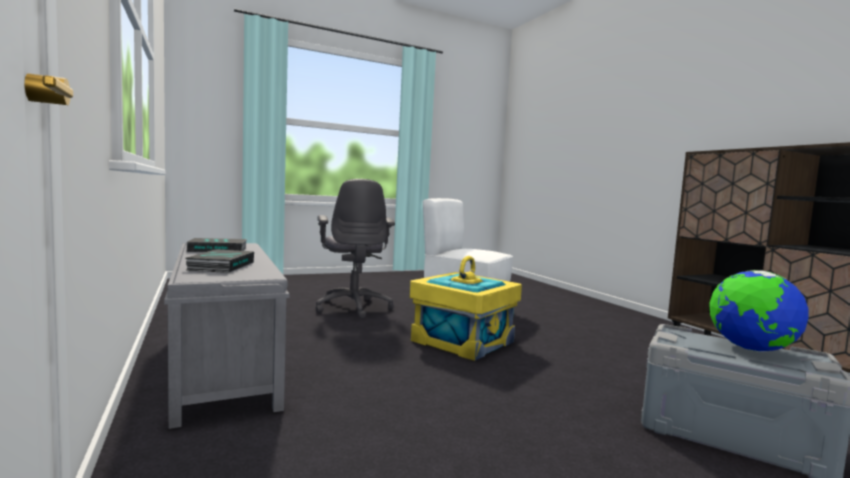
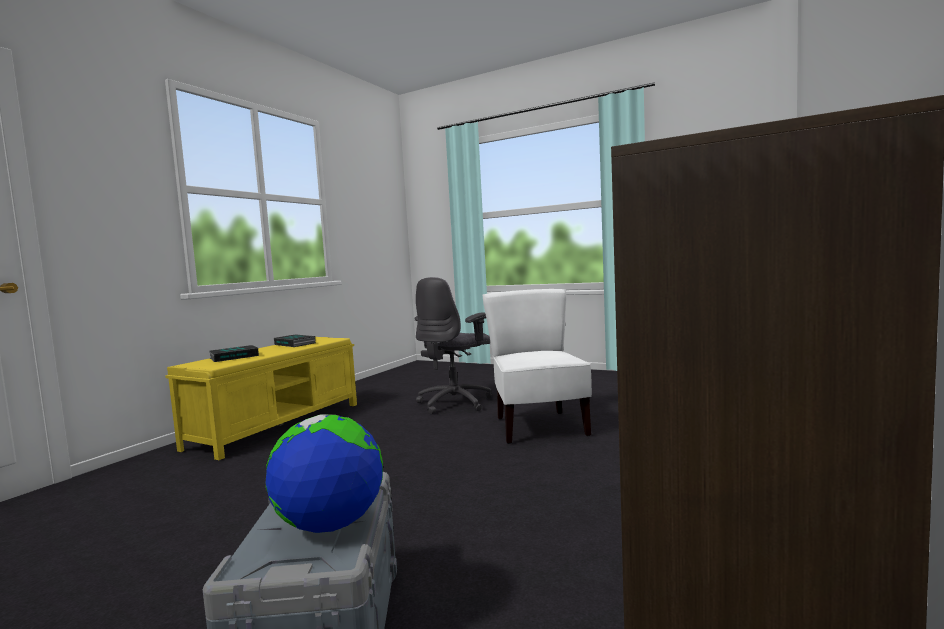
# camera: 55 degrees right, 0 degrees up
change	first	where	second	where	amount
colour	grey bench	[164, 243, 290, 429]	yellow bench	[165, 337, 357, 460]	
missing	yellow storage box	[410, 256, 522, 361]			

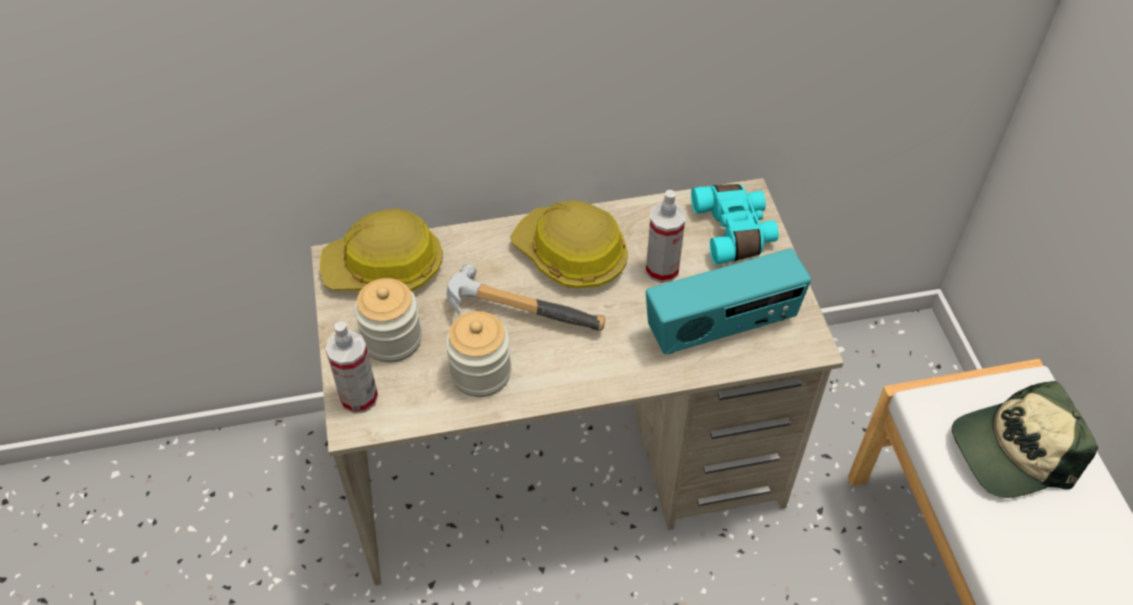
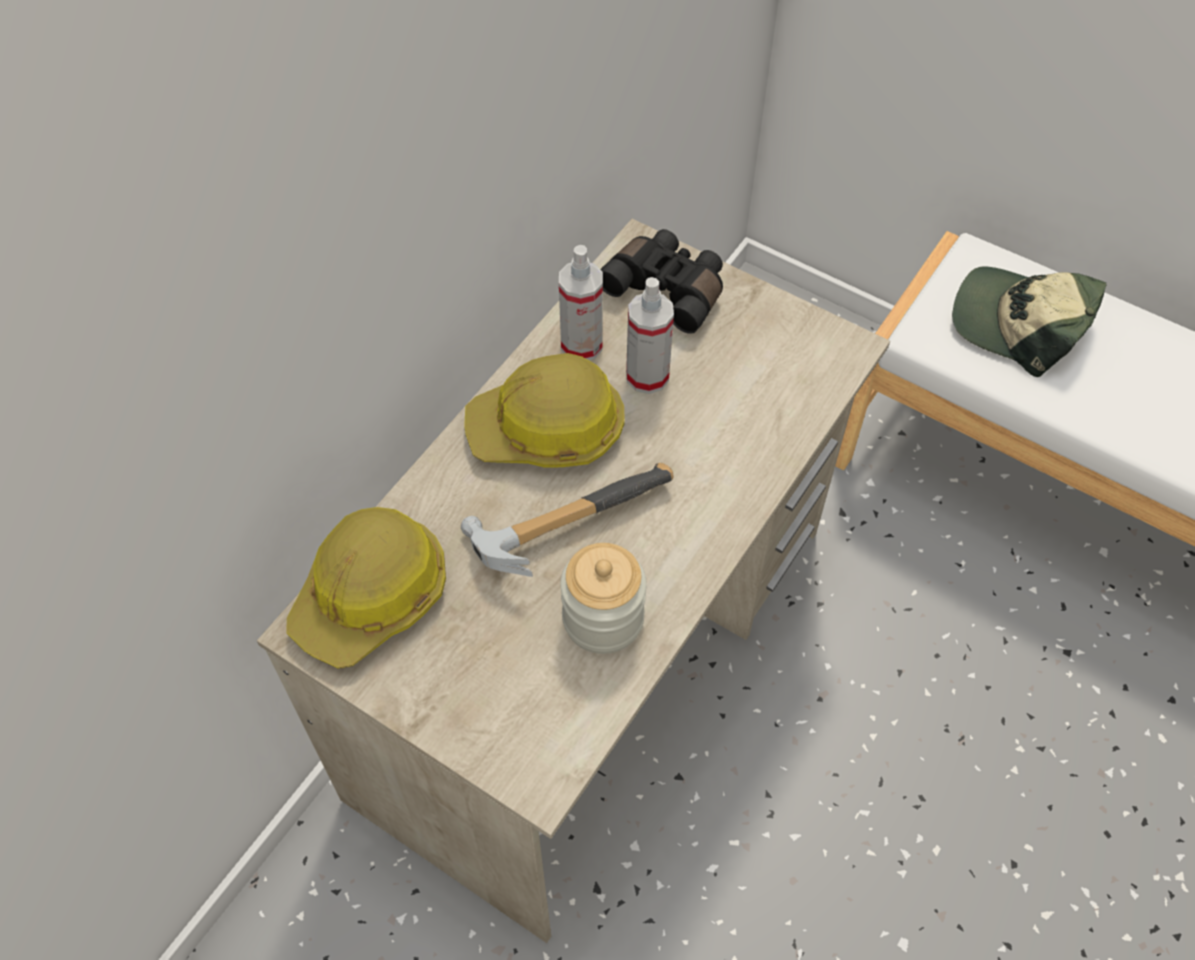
# camera: 45 degrees left, 5 degrees up
change	first	where	second	where	amount
relocated	spray bottle	[326, 322, 378, 414]		[559, 245, 603, 360]	
missing	jar	[354, 278, 422, 363]			
missing	radio	[646, 249, 811, 354]			
colour	turquoise binoculars	[691, 184, 779, 264]	black binoculars	[600, 229, 723, 334]	
spun	cap	[952, 381, 1098, 498]		[952, 266, 1106, 377]	90 degrees clockwise

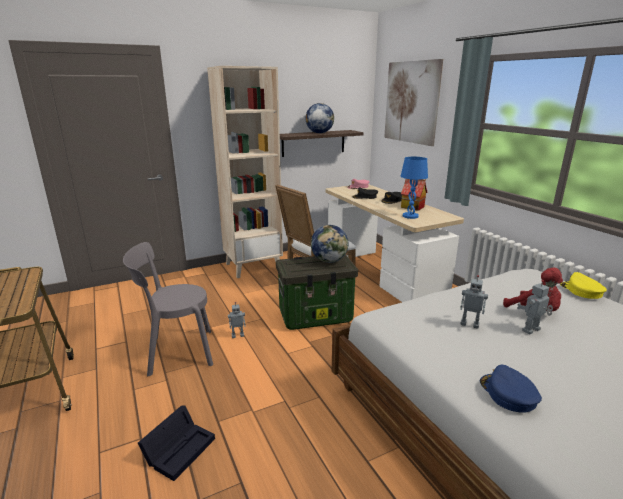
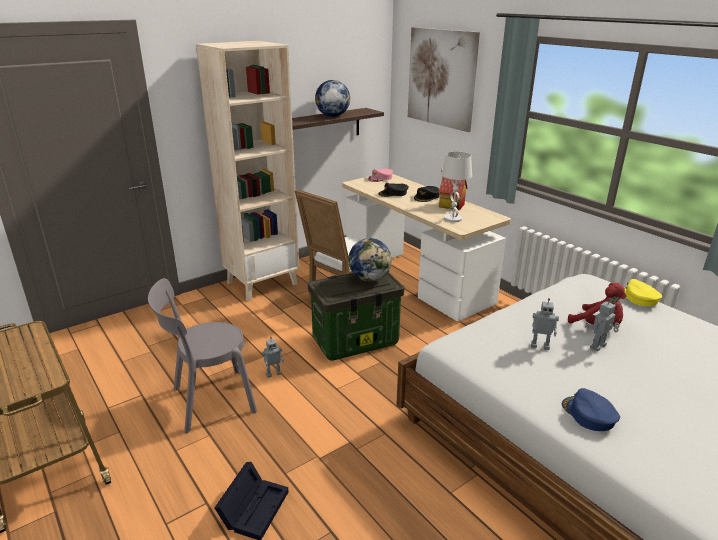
# camera: 10 degrees left, 5 degrees up
change	first	where	second	where	amount
colour	blue table lamp	[401, 157, 428, 219]	white table lamp	[441, 152, 472, 223]	

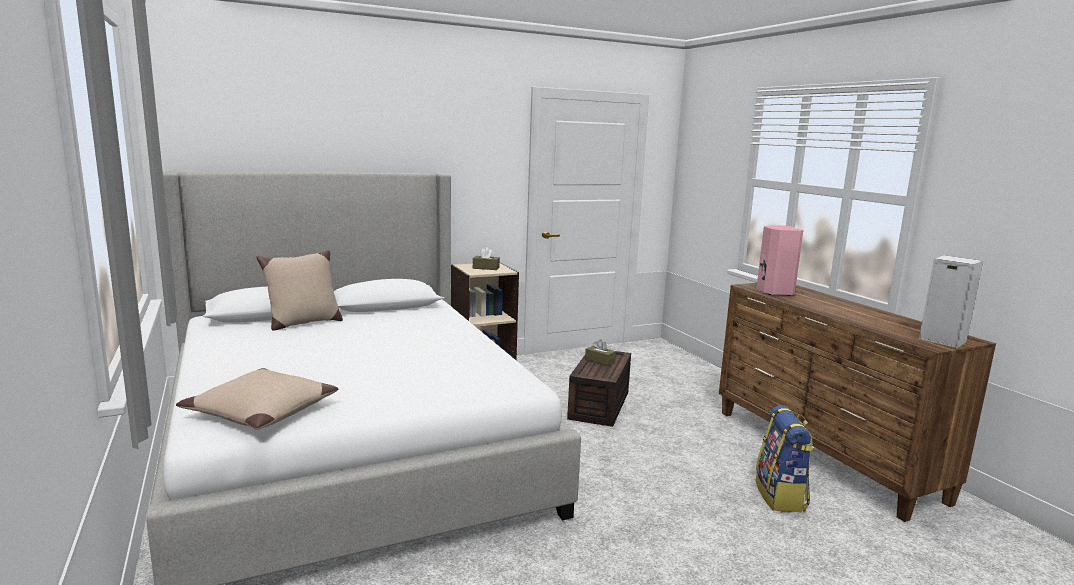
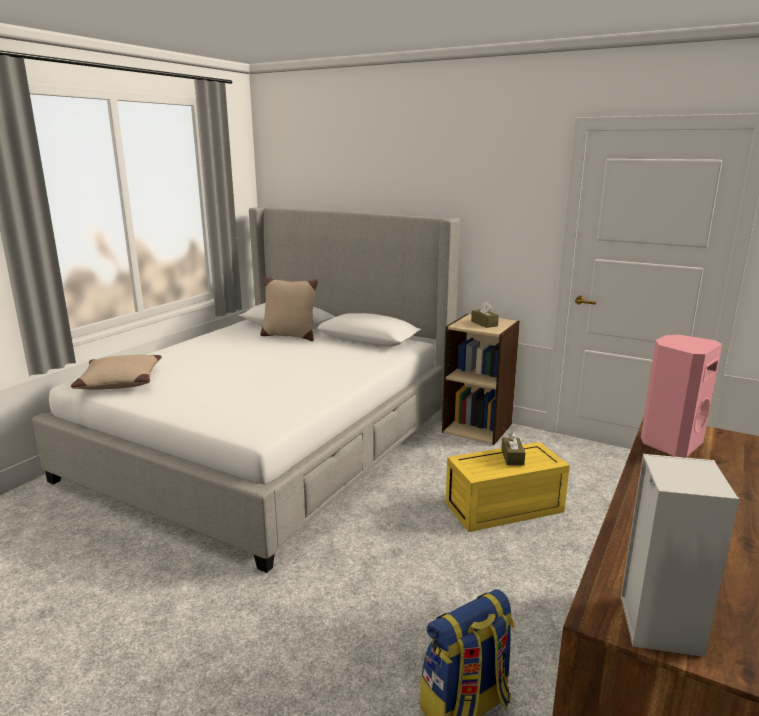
# camera: 55 degrees right, 5 degrees up
change	first	where	second	where	amount
colour	brown storage box	[567, 351, 631, 427]	yellow storage box	[445, 442, 570, 532]	

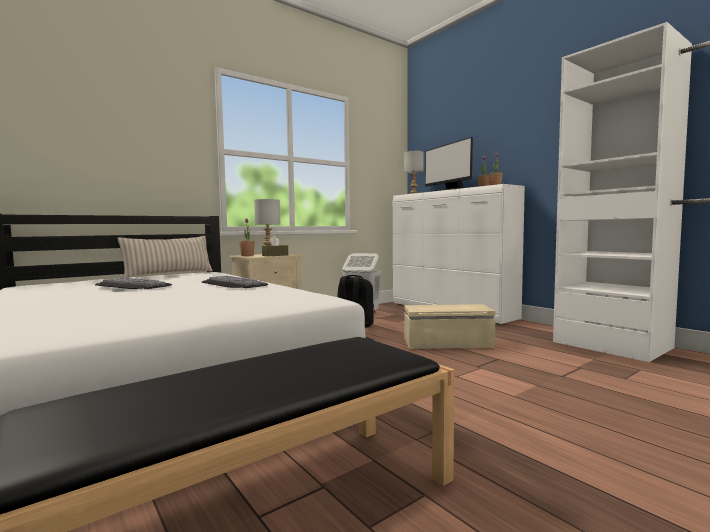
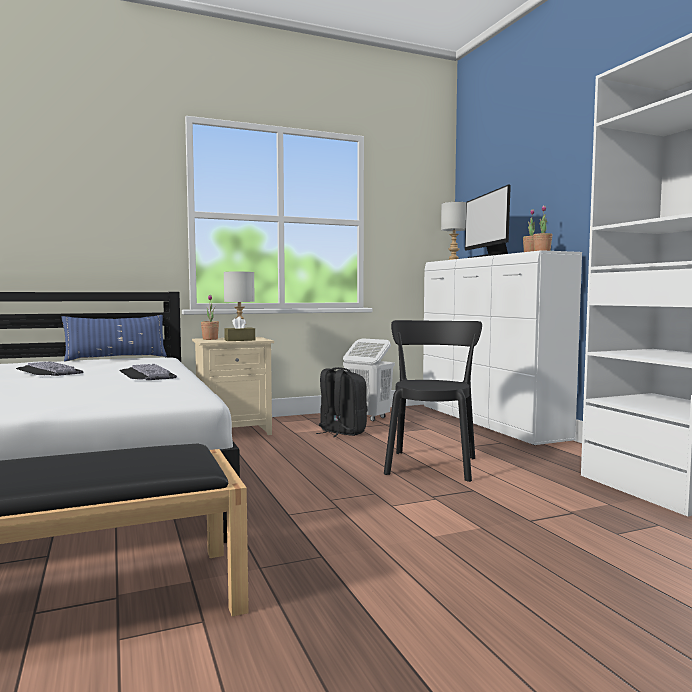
# camera: 15 degrees right, 0 degrees up
change	first	where	second	where	amount
colour	beige pillow	[117, 236, 213, 278]	blue pillow	[62, 315, 167, 362]	
exchanged	beige storage box	[404, 304, 496, 349]	black chair	[384, 320, 482, 482]	

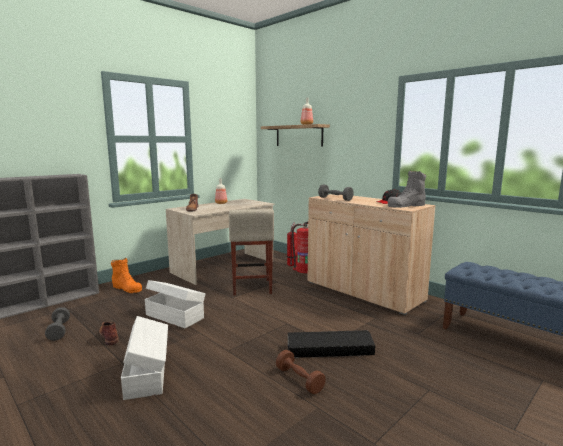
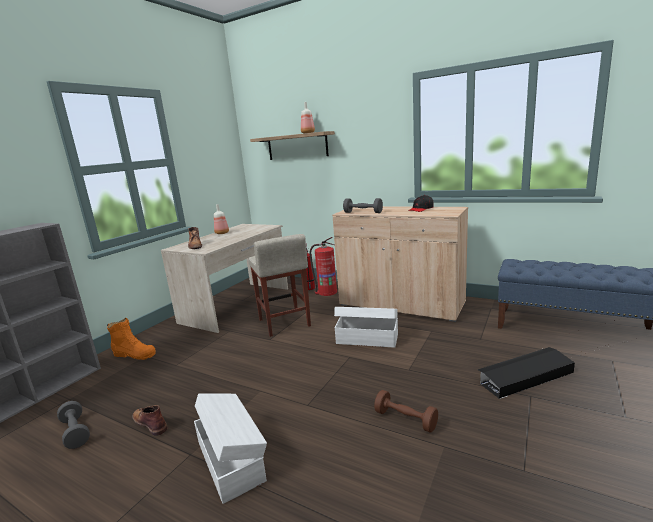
# camera: 15 degrees left, 5 degrees up
change	first	where	second	where	amount
relocated	white storage box	[145, 280, 206, 328]		[334, 307, 398, 348]	
relocated	black storage box	[288, 330, 375, 358]		[478, 347, 575, 399]	
missing	grey boot	[387, 171, 426, 208]			

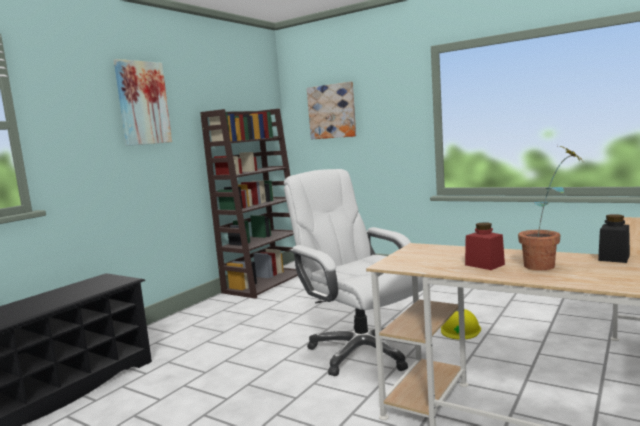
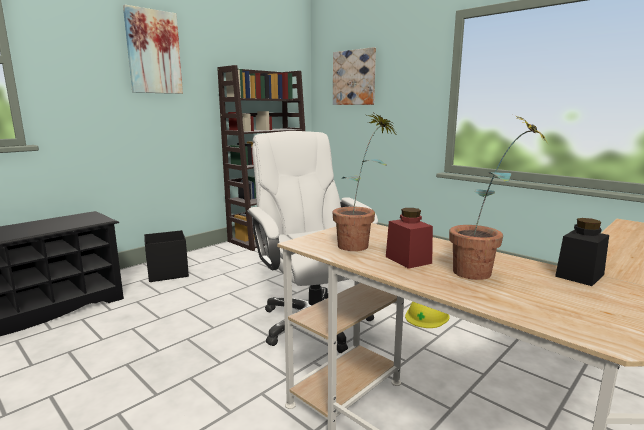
# camera: 10 degrees right, 5 degrees up
change	first	where	second	where	amount
appeared			black storage box	[144, 230, 189, 282]	
appeared			potted plant	[332, 111, 396, 251]	

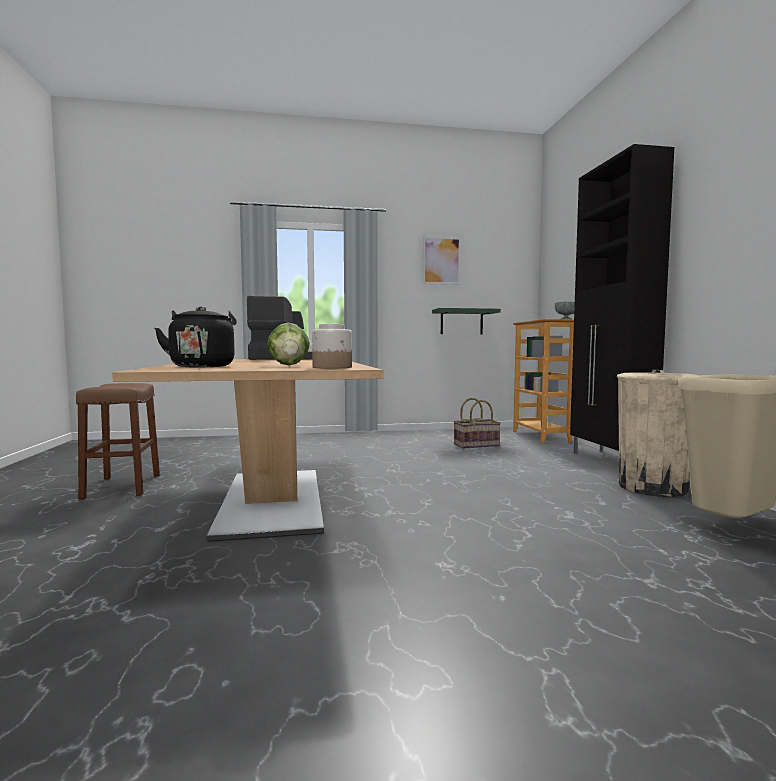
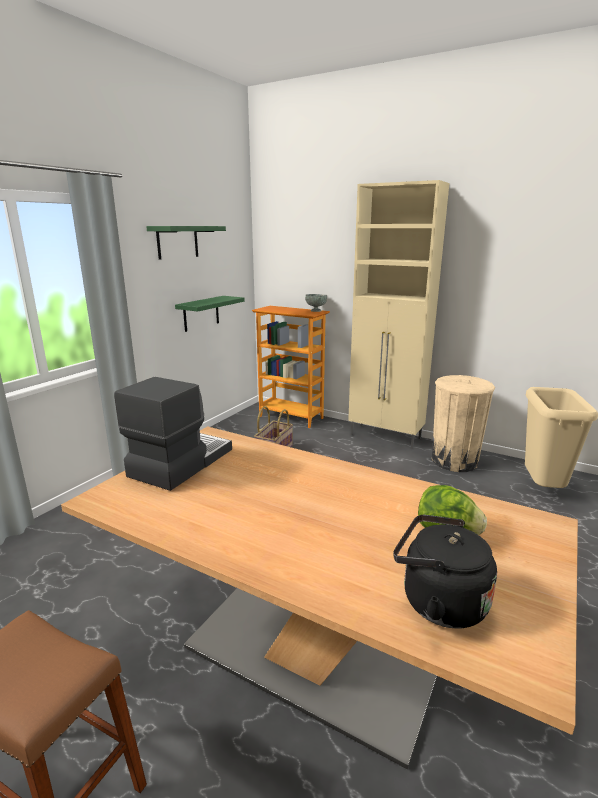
# camera: 50 degrees left, 15 degrees up
change	first	where	second	where	amount
missing	jar	[312, 324, 352, 369]			
exchanged	picture	[423, 236, 461, 285]	green shelf	[146, 226, 226, 260]	
colour	black cabinet	[570, 144, 674, 454]	beige cabinet	[348, 180, 449, 449]	

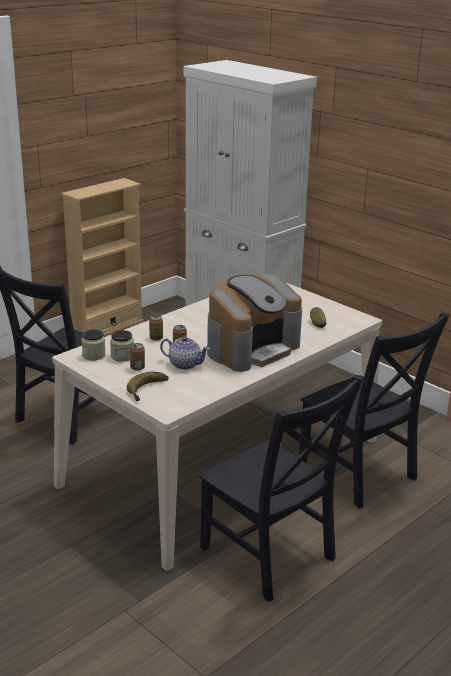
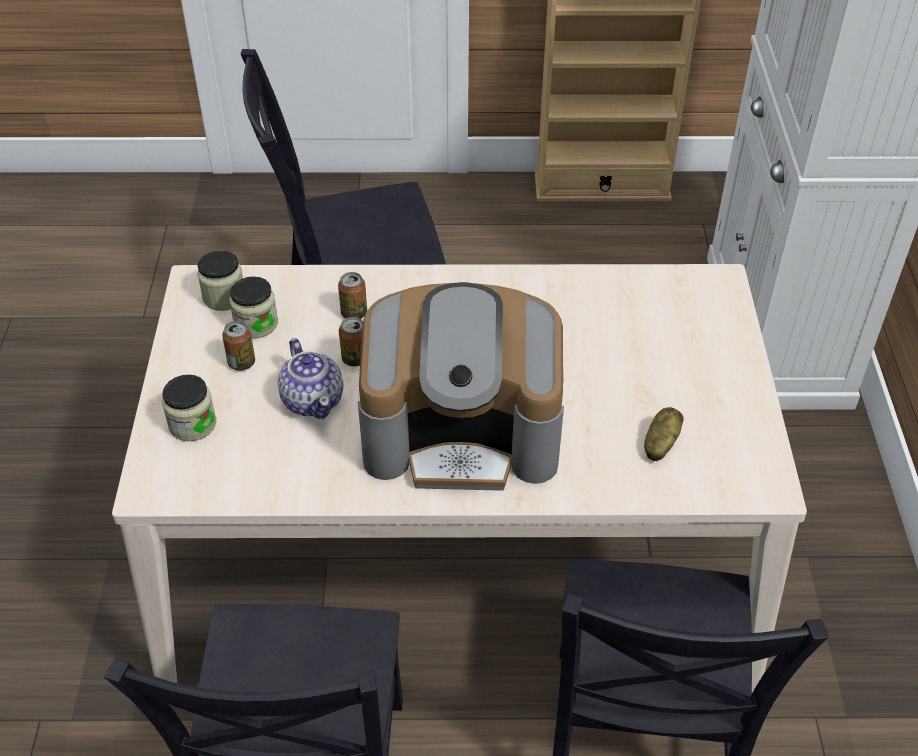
# camera: 45 degrees right, 20 degrees up
change	first	where	second	where	amount
exchanged	banana	[127, 372, 168, 401]	jar	[162, 374, 216, 441]	

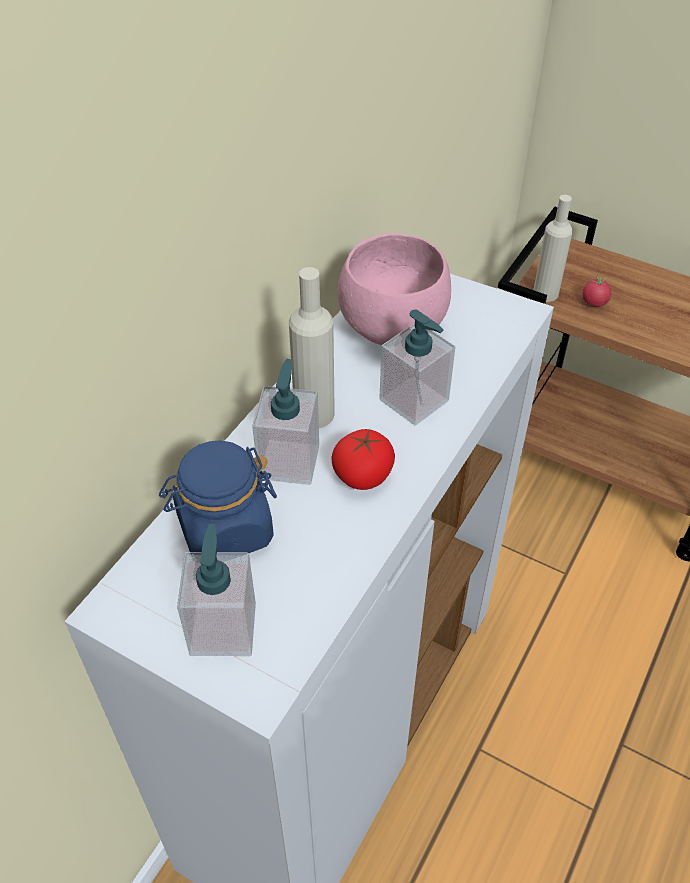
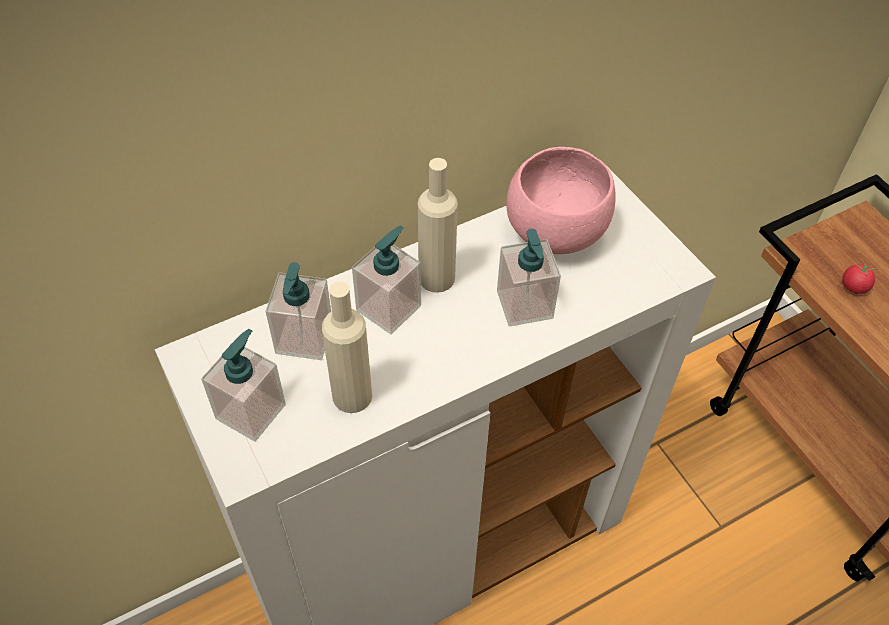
# camera: 30 degrees right, 5 degrees up
change	first	where	second	where	amount
exchanged	blue jar	[159, 440, 277, 553]	soap dispenser	[266, 262, 331, 360]	
missing	tomato	[331, 429, 395, 490]			
relocated	beige bottle	[533, 195, 573, 302]		[322, 282, 372, 413]	

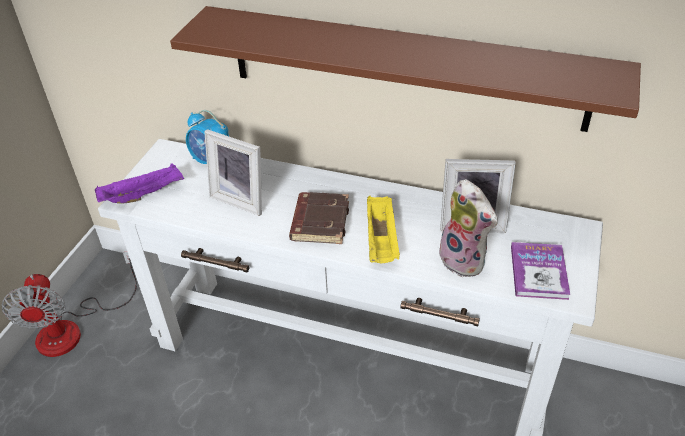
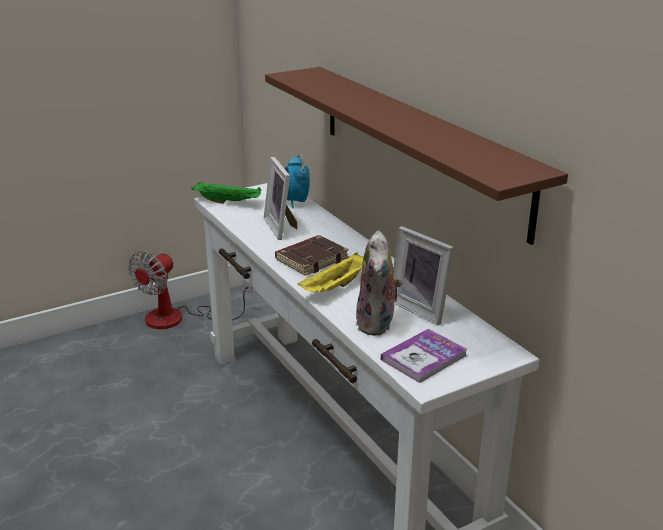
# camera: 40 degrees right, 15 degrees down
change	first	where	second	where	amount
colour	purple tray	[95, 163, 184, 204]	green tray	[191, 182, 261, 204]	

